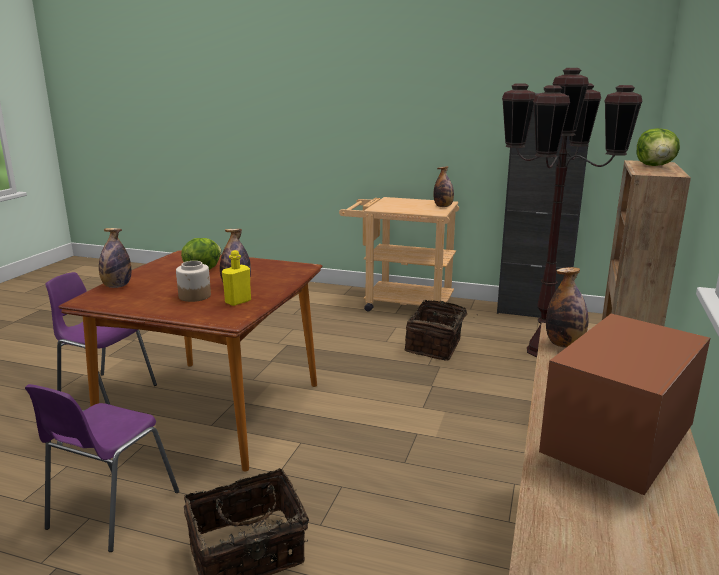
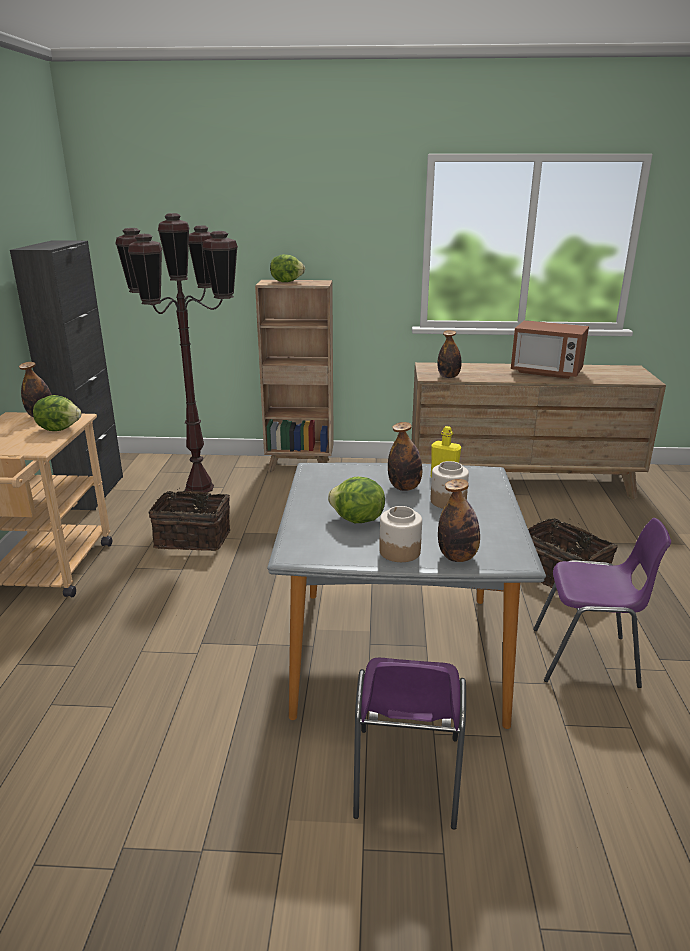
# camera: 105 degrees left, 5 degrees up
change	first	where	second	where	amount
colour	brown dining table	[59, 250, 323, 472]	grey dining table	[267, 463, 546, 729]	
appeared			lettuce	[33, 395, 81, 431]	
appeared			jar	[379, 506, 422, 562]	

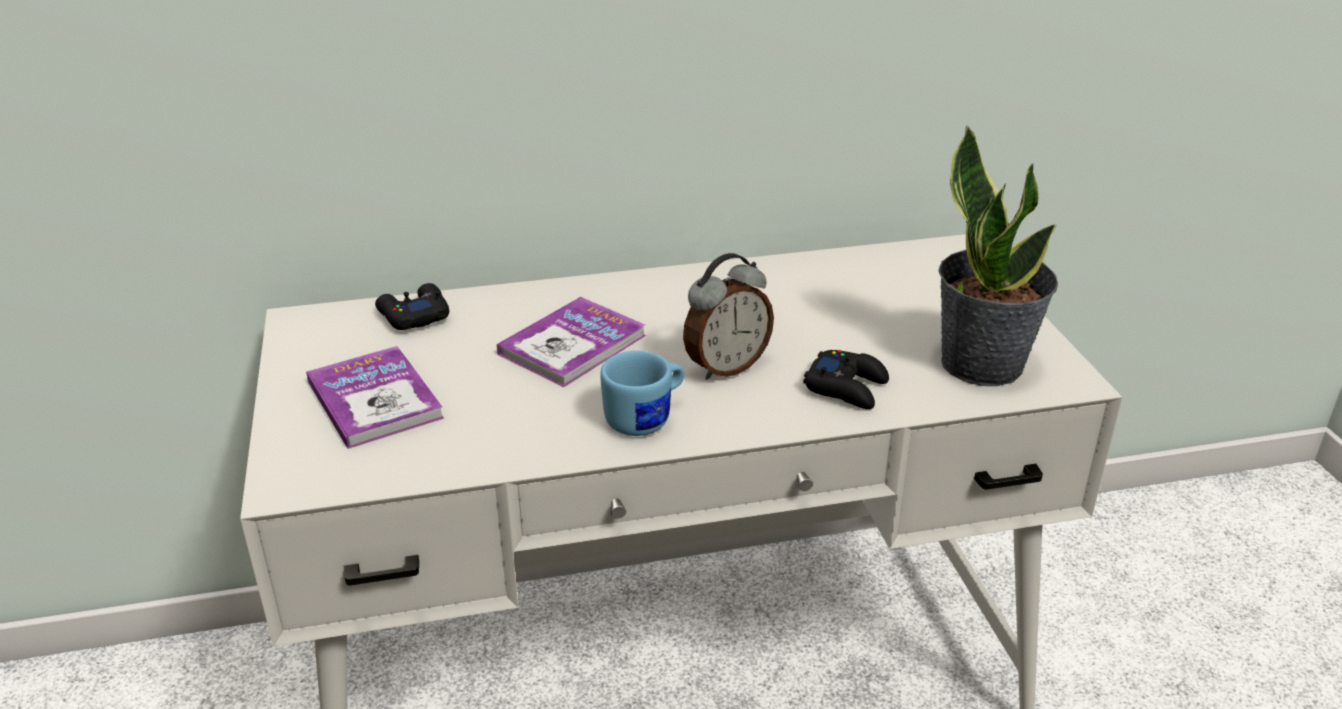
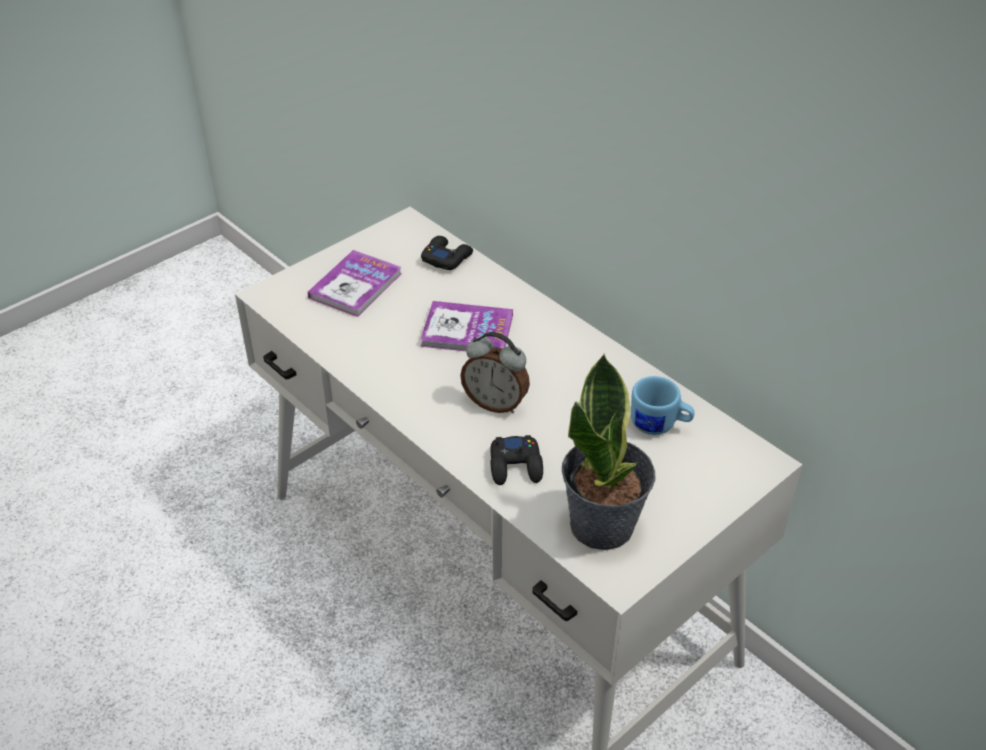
# camera: 60 degrees right, 10 degrees up
change	first	where	second	where	amount
relocated	blue mug	[600, 351, 684, 436]		[631, 376, 695, 435]	

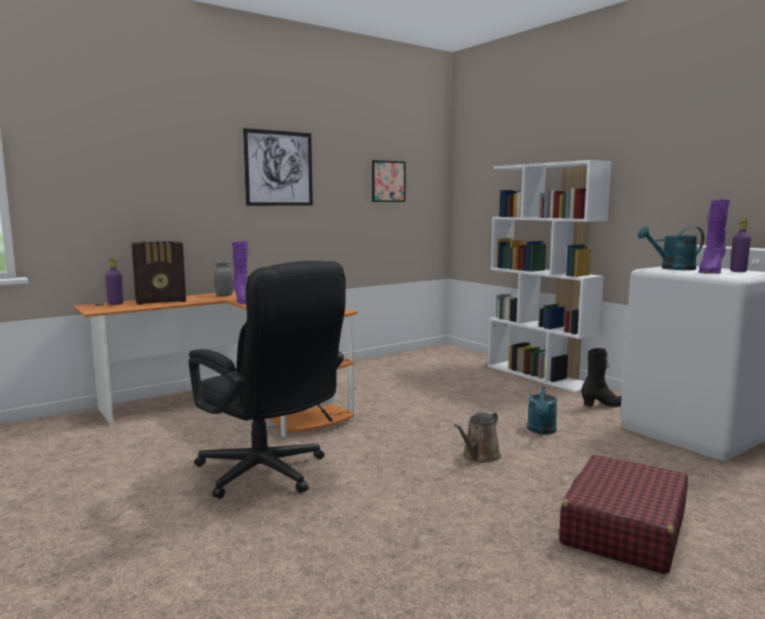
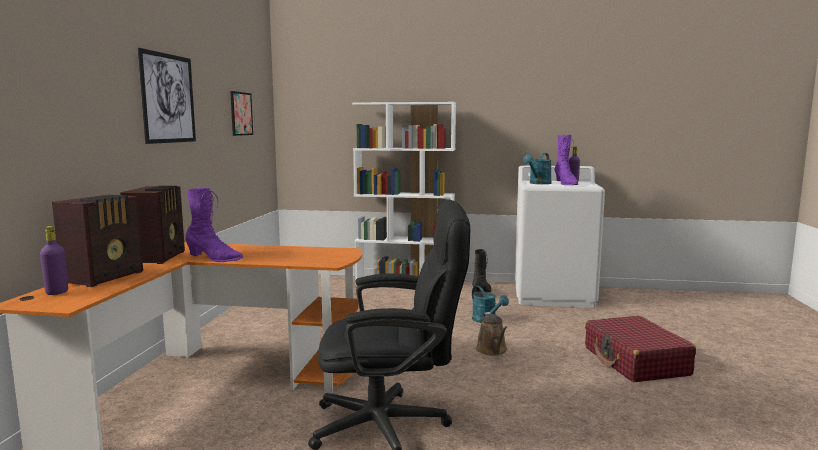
# camera: 45 degrees left, 0 degrees up
change	first	where	second	where	amount
exchanged	grey jar	[214, 260, 234, 296]	radio	[120, 186, 185, 264]	

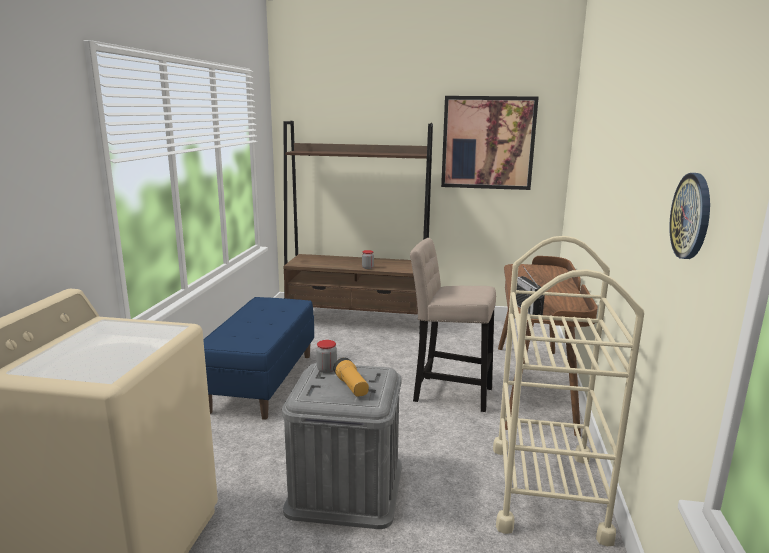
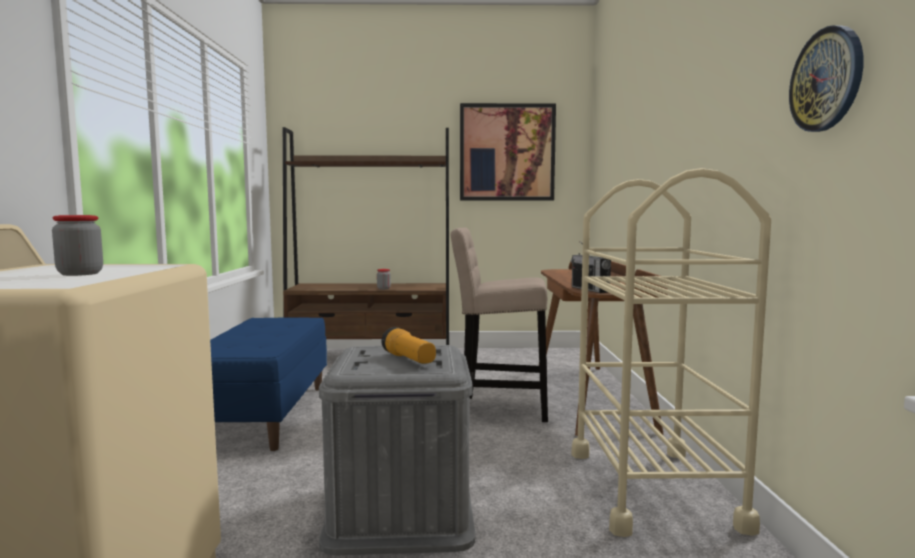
# camera: 10 degrees left, 10 degrees down
change	first	where	second	where	amount
relocated	jar	[316, 340, 337, 373]		[52, 215, 103, 276]	

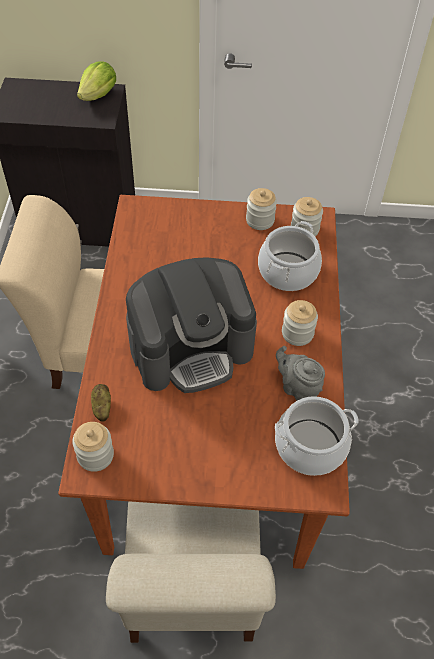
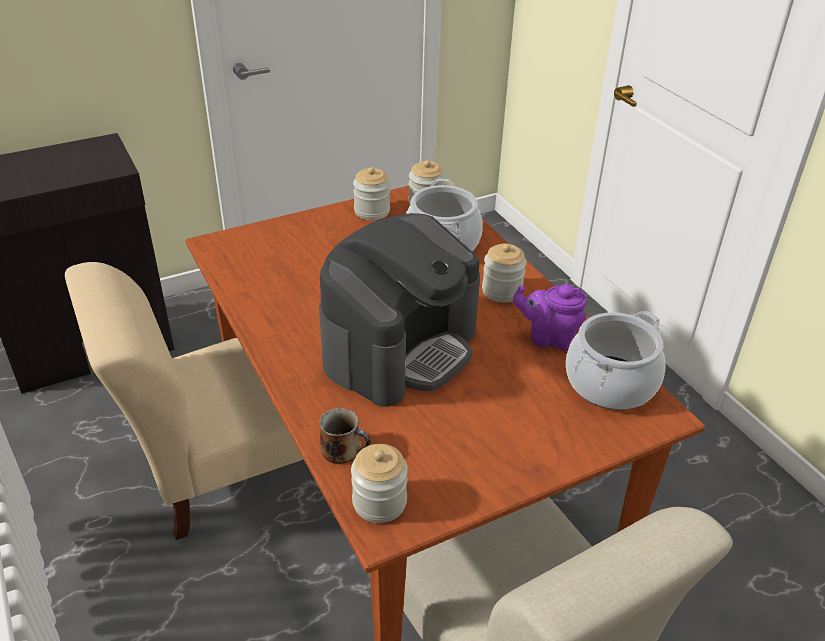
# camera: 30 degrees left, 15 degrees down
change	first	where	second	where	amount
missing	lettuce	[77, 61, 116, 101]			
exchanged	potato	[91, 384, 111, 421]	mug	[319, 408, 371, 464]	
colour	grey teapot	[276, 346, 325, 401]	purple teapot	[513, 284, 587, 350]	

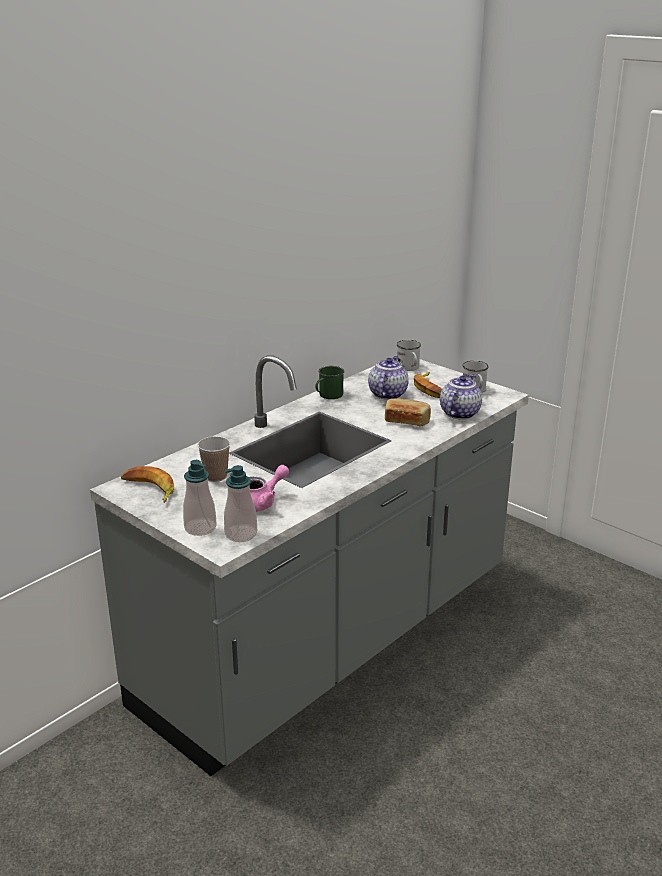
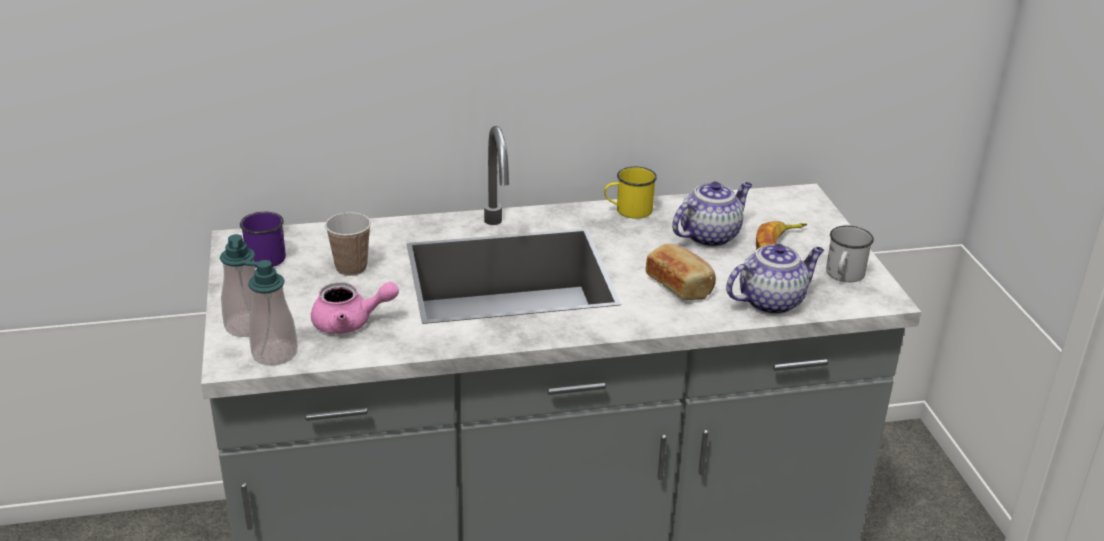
# camera: 35 degrees right, 5 degrees up
change	first	where	second	where	amount
exchanged	banana	[121, 466, 174, 503]	purple mug	[240, 211, 286, 268]	
colour	green mug	[315, 366, 344, 399]	yellow mug	[604, 167, 657, 219]	
missing	white mug	[397, 340, 421, 371]			

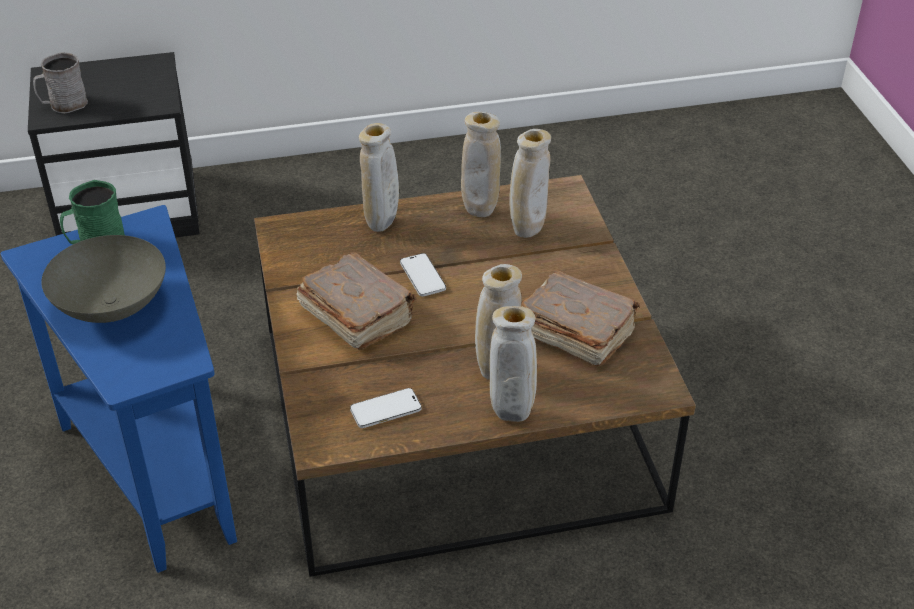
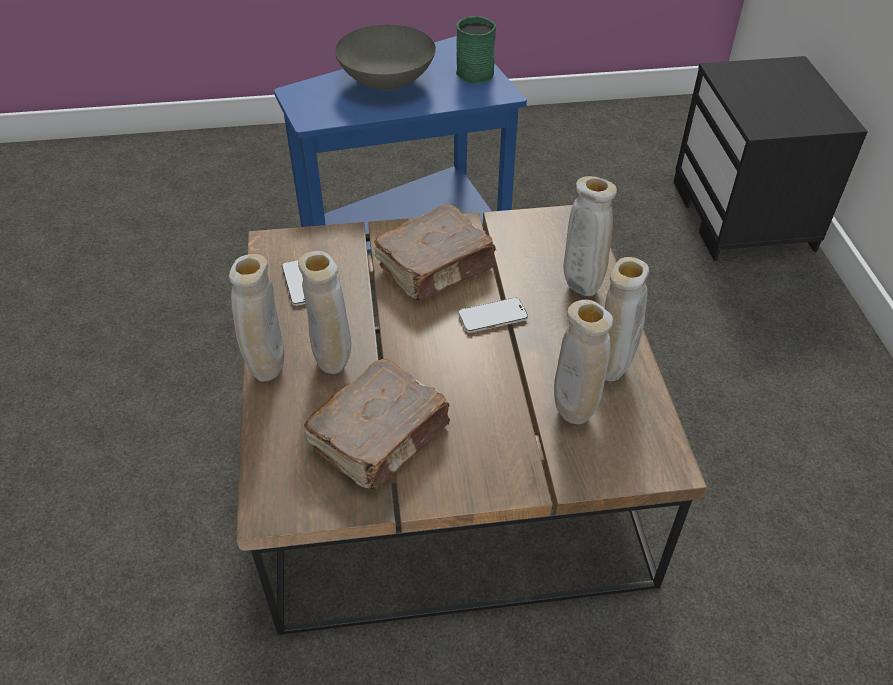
# camera: 95 degrees right, 5 degrees up
change	first	where	second	where	amount
missing	grey mug	[33, 52, 88, 114]			

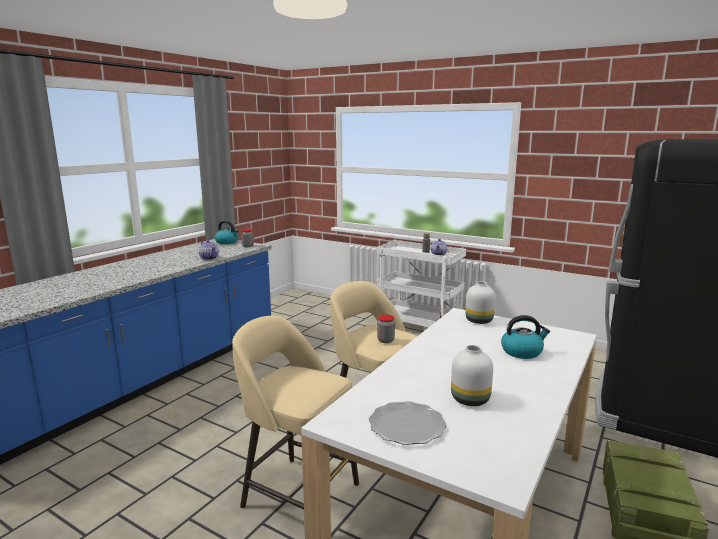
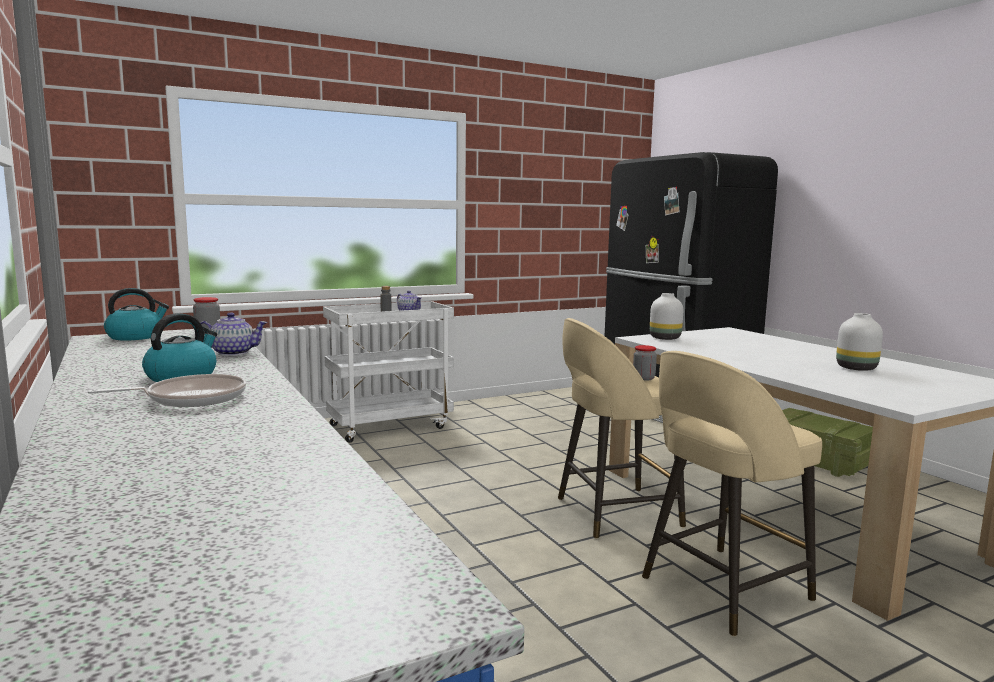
# camera: 60 degrees left, 5 degrees down
change	first	where	second	where	amount
missing	plate	[368, 401, 447, 445]			
relocated	kettle	[501, 315, 550, 359]		[142, 313, 218, 382]	
appeared			frying pan	[88, 374, 246, 407]	

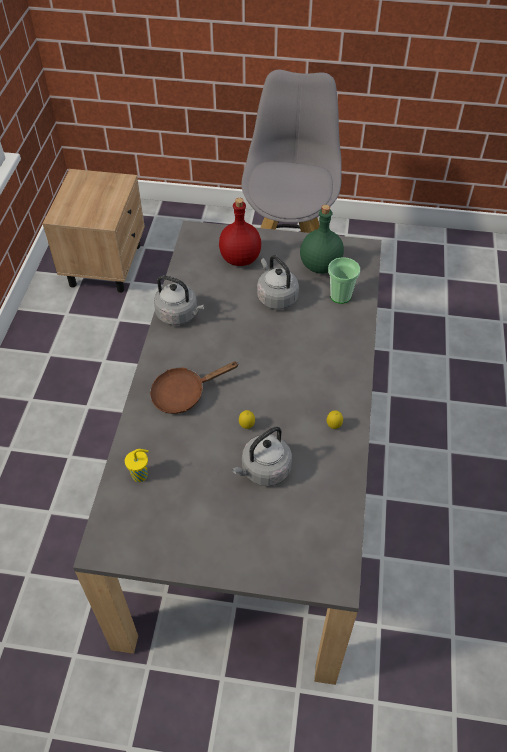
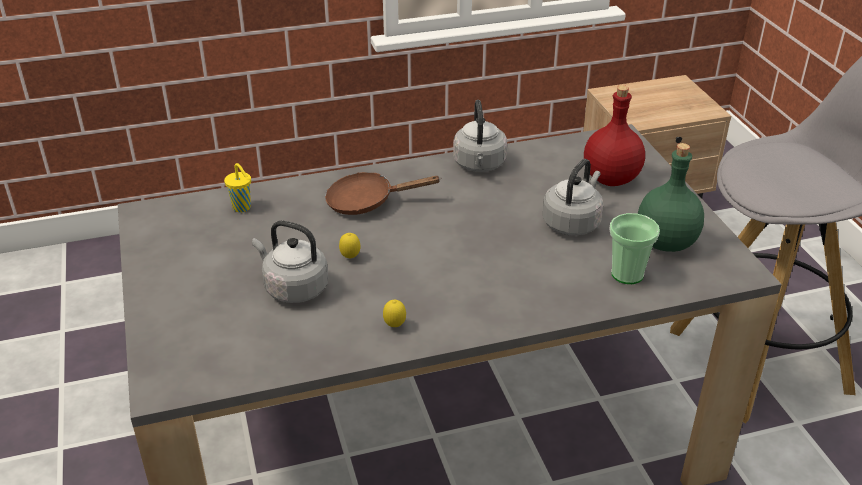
# camera: 65 degrees right, 15 degrees down
change	first	where	second	where	amount
spun	brown frying pan	[150, 361, 239, 414]		[325, 172, 441, 215]	45 degrees counterclockwise

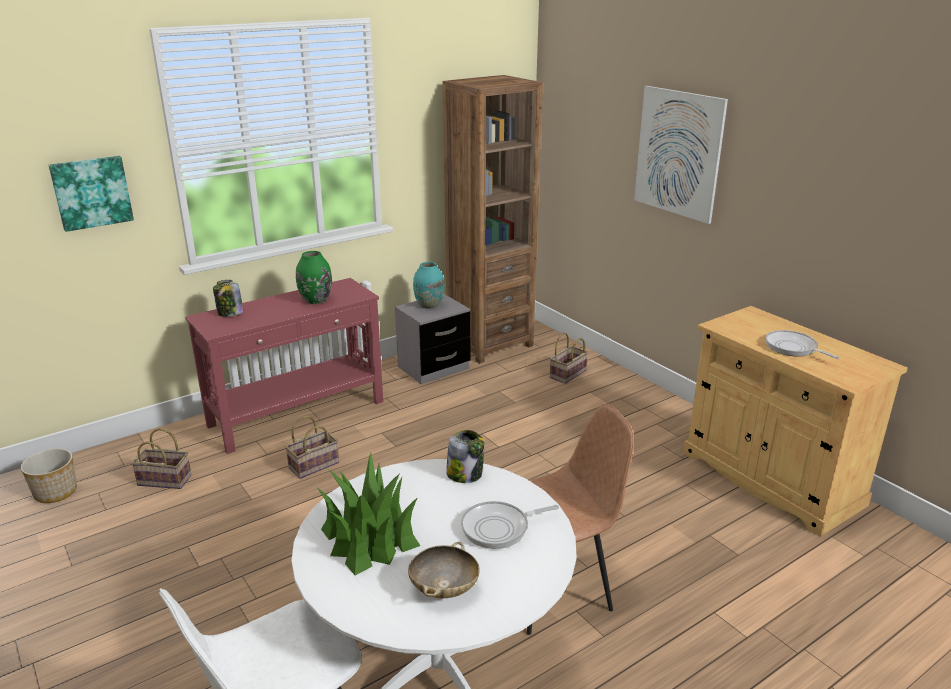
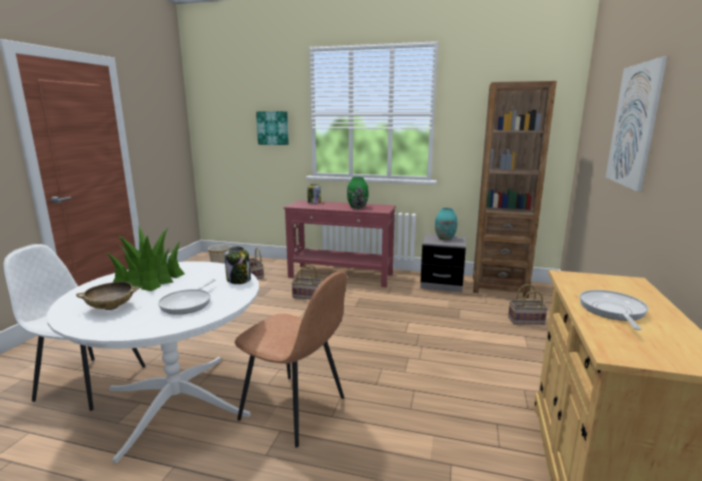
# camera: 50 degrees right, 10 degrees down
change	first	where	second	where	amount
spun	frying pan	[461, 501, 559, 549]		[158, 279, 215, 315]	105 degrees counterclockwise

